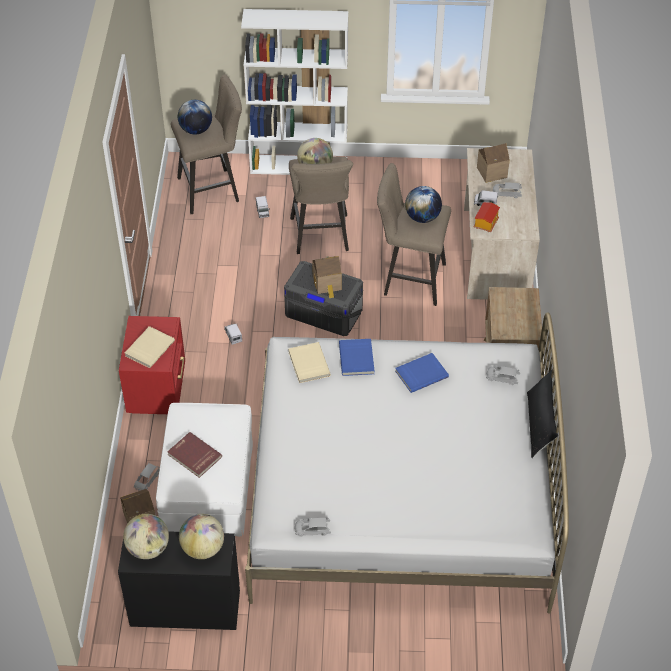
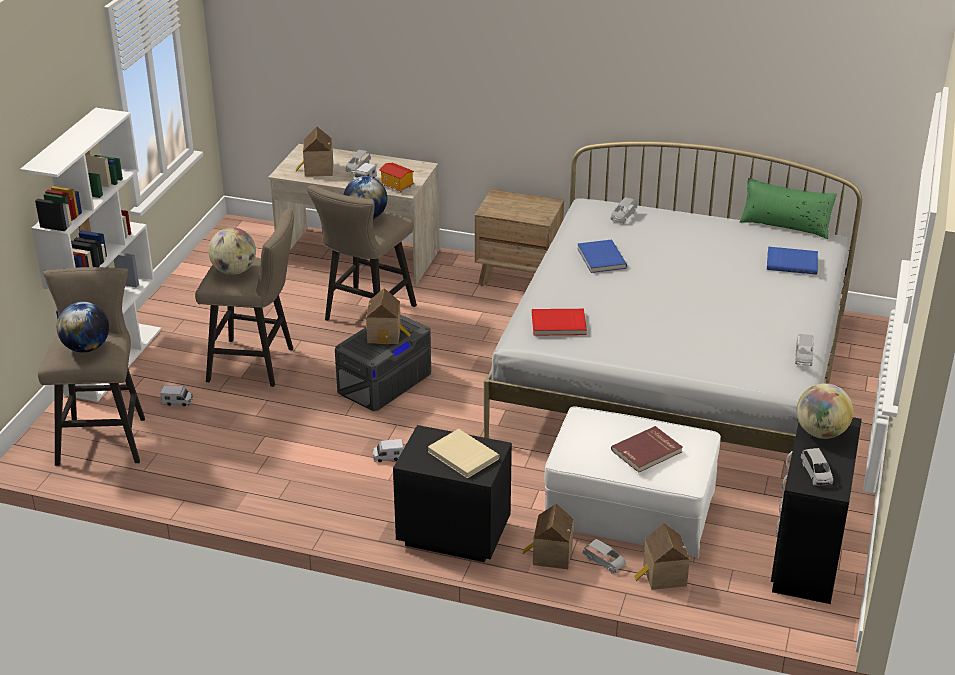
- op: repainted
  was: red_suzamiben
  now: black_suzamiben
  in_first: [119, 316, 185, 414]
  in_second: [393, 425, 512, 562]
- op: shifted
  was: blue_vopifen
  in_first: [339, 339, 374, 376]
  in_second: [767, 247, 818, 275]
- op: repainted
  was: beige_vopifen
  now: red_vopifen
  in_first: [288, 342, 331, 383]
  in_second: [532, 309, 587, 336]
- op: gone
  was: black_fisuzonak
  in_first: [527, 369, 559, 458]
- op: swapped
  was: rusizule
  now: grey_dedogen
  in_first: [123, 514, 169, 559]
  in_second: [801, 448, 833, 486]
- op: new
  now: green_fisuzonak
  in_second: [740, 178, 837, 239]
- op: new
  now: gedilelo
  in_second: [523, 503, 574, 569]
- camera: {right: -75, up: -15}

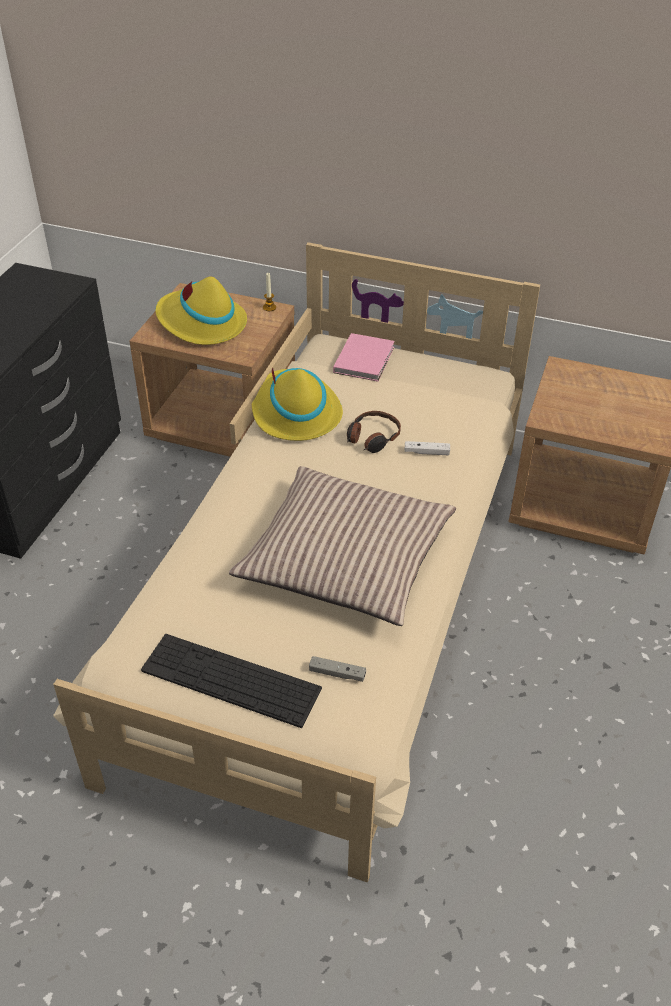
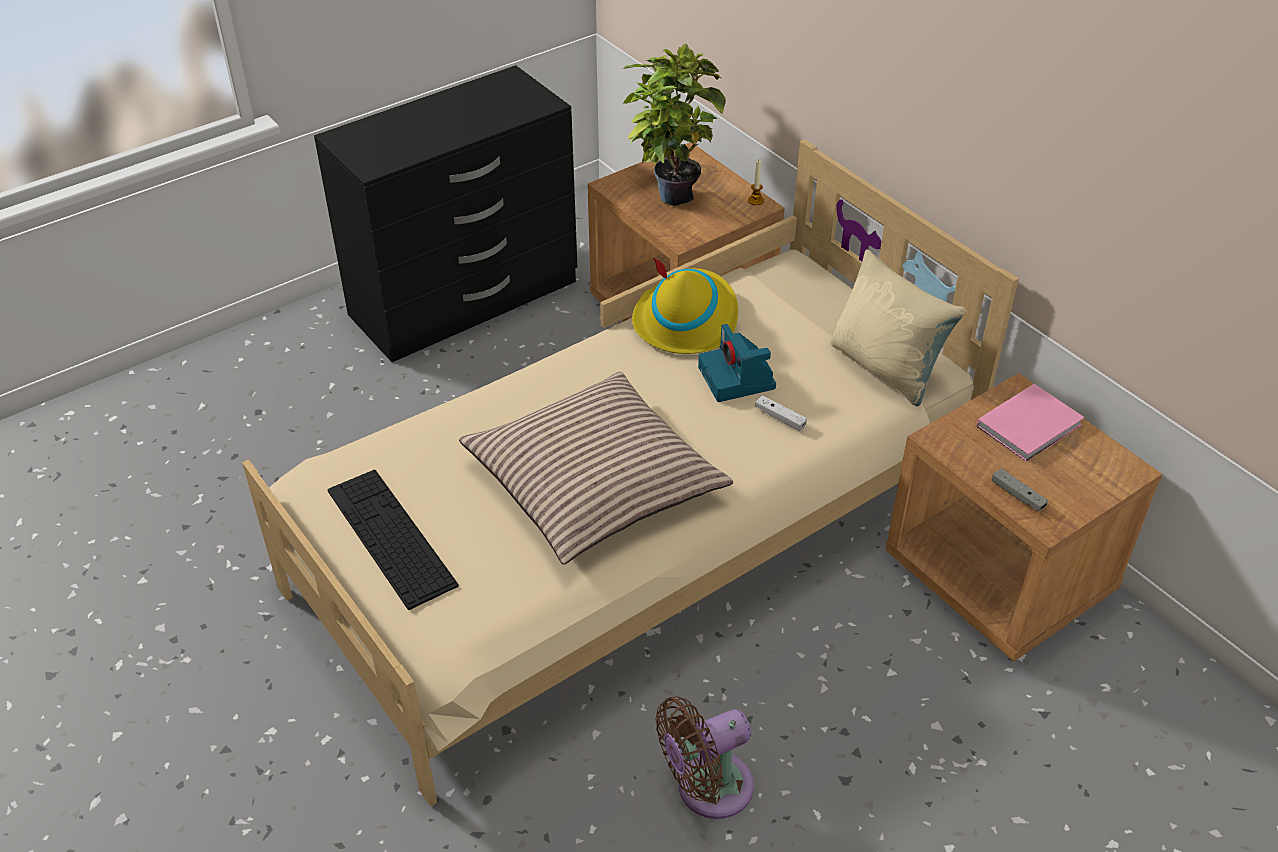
- op: swapped
  was: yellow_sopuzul
  now: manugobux
  in_first: [156, 277, 247, 345]
  in_second: [623, 43, 726, 206]
- op: shifted
  was: pink_vopifen
  in_first: [333, 333, 395, 382]
  in_second: [977, 384, 1084, 462]
- op: swapped
  was: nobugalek
  now: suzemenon
  in_first: [347, 411, 401, 453]
  in_second: [698, 324, 776, 402]
- op: shifted
  was: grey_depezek
  in_first: [309, 656, 366, 682]
  in_second: [992, 468, 1048, 511]
- op: new
  now: beige_fisuzonak
  in_second: [830, 249, 966, 406]
- op: new
  now: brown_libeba
  in_second: [656, 696, 754, 819]
- camera: {right: 35, up: 0}

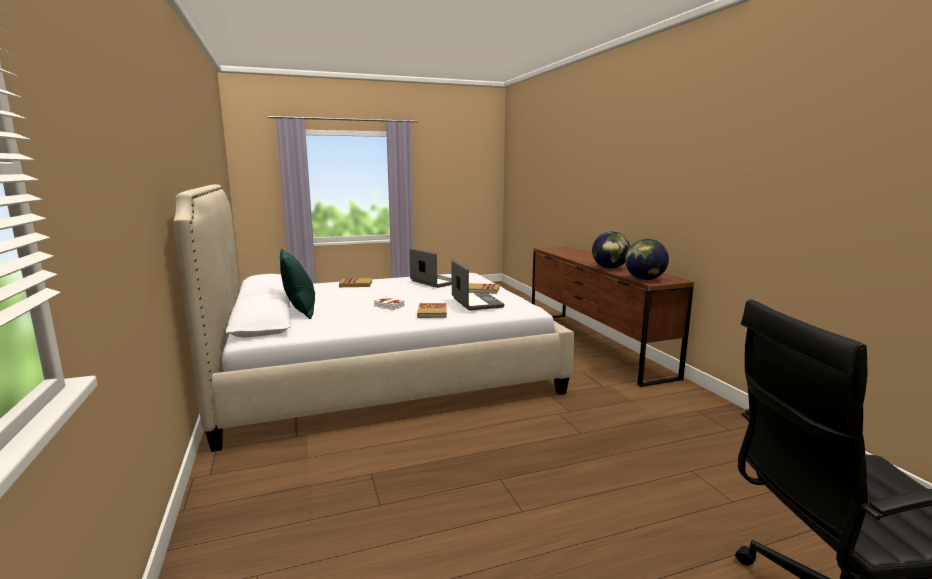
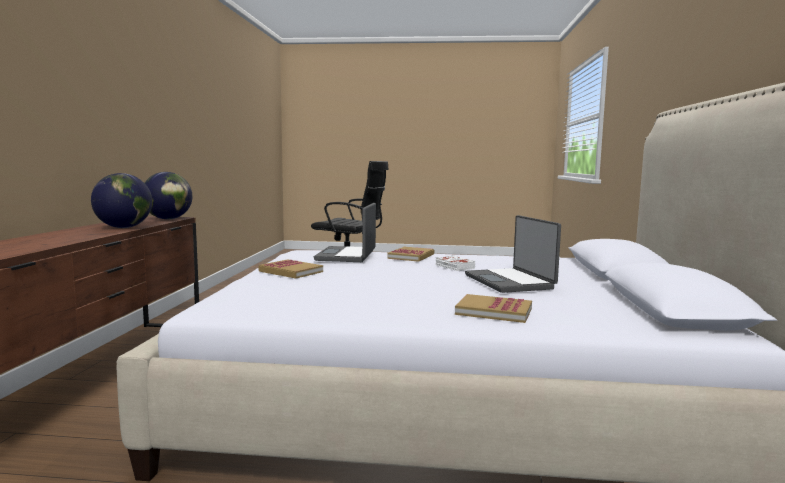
- op: shifted
  was: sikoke
  in_first: [409, 248, 452, 288]
  in_second: [465, 215, 561, 293]
- op: gone
  was: green_fisuzonak
  in_first: [280, 249, 315, 319]
- camera: {right: -155, up: -5}

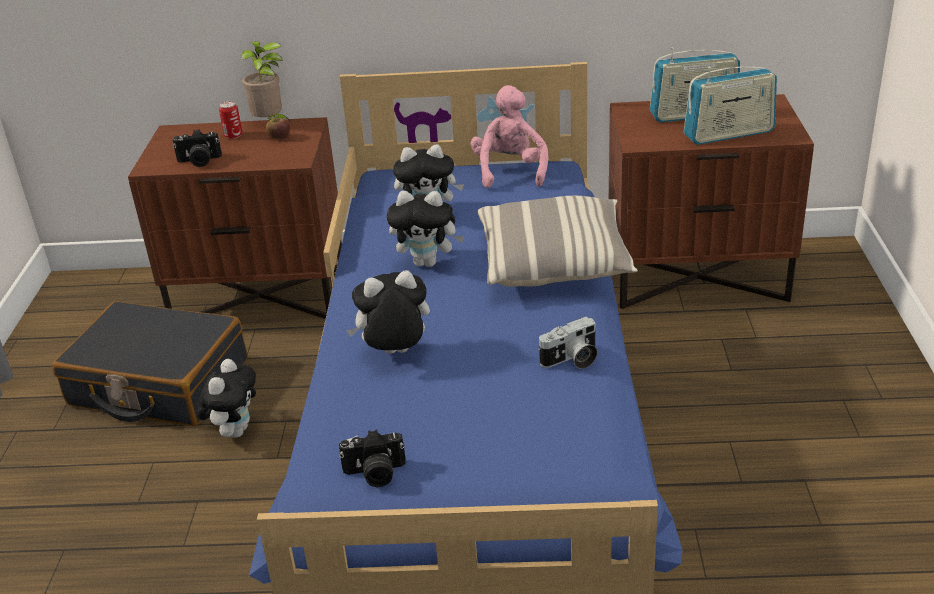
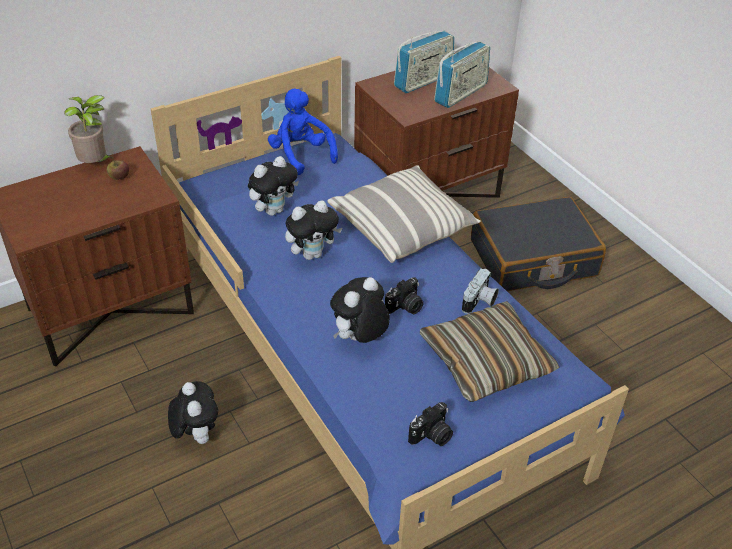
- op: repainted
  was: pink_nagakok
  now: blue_nagakok
  in_first: [471, 85, 548, 188]
  in_second: [268, 88, 338, 175]
- op: gone
  was: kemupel
  in_first: [219, 101, 242, 139]
- op: shifted
  was: suzemenon
  in_first: [173, 129, 222, 167]
  in_second: [385, 278, 424, 314]
- op: shifted
  was: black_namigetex
  in_first: [52, 301, 247, 426]
  in_second: [471, 197, 606, 291]
- op: new
  now: fisuzonak
  in_second: [420, 301, 560, 402]
- camera: {right: -35, up: 10}

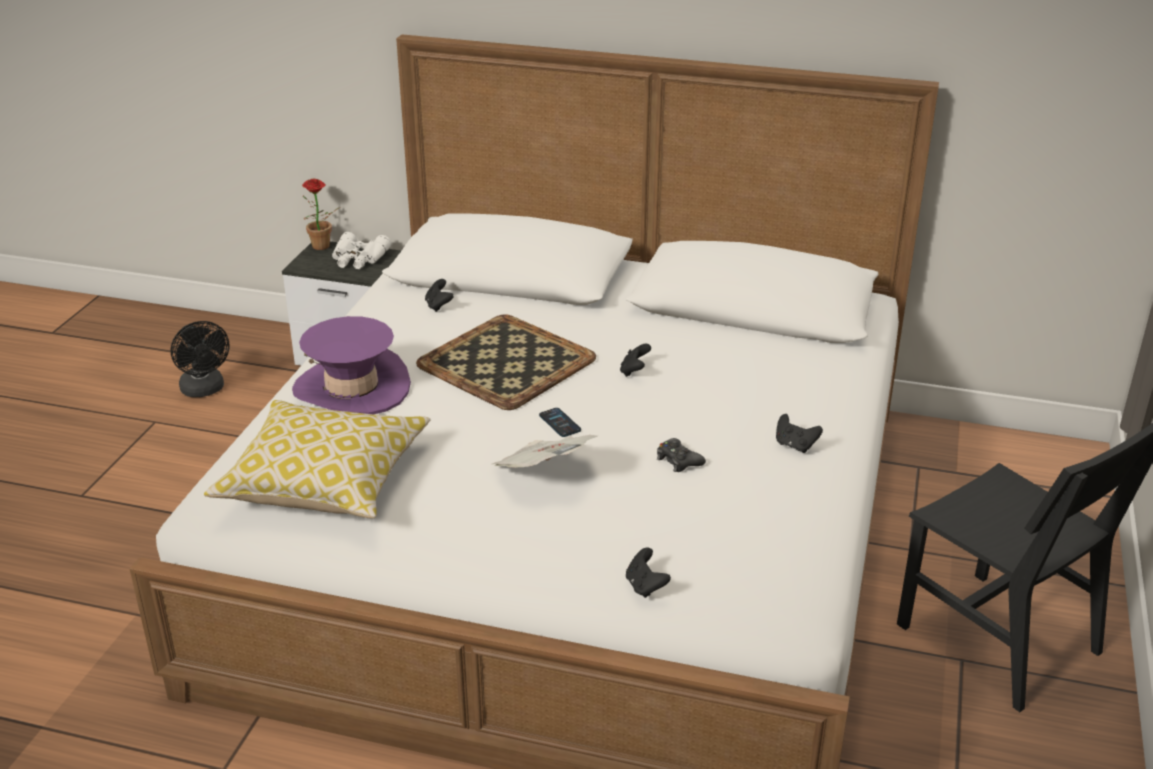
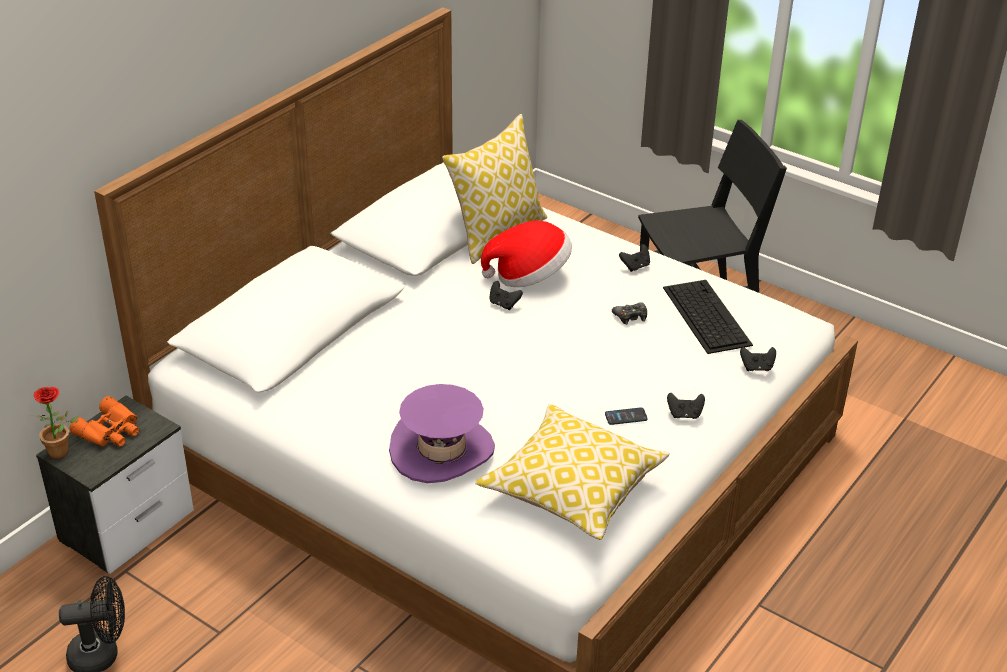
- op: repainted
  was: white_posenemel
  now: orange_posenemel
  in_first: [332, 232, 391, 269]
  in_second: [69, 396, 139, 447]
- op: shifted
  was: black_depezek
  in_first: [425, 279, 453, 312]
  in_second: [667, 393, 705, 419]
- op: gone
  was: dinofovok
  in_first: [416, 314, 596, 410]
- op: shifted
  was: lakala
  in_first: [539, 408, 581, 437]
  in_second: [605, 407, 648, 425]
- op: gone
  was: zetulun
  in_first: [493, 435, 598, 468]
- op: new
  now: fisuzonak
  in_second: [442, 114, 547, 264]
- op: new
  now: sopuzul
  in_second: [481, 220, 572, 287]
- op: new
  now: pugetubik
  in_second: [663, 280, 753, 354]
- camera: {right: -70, up: 5}

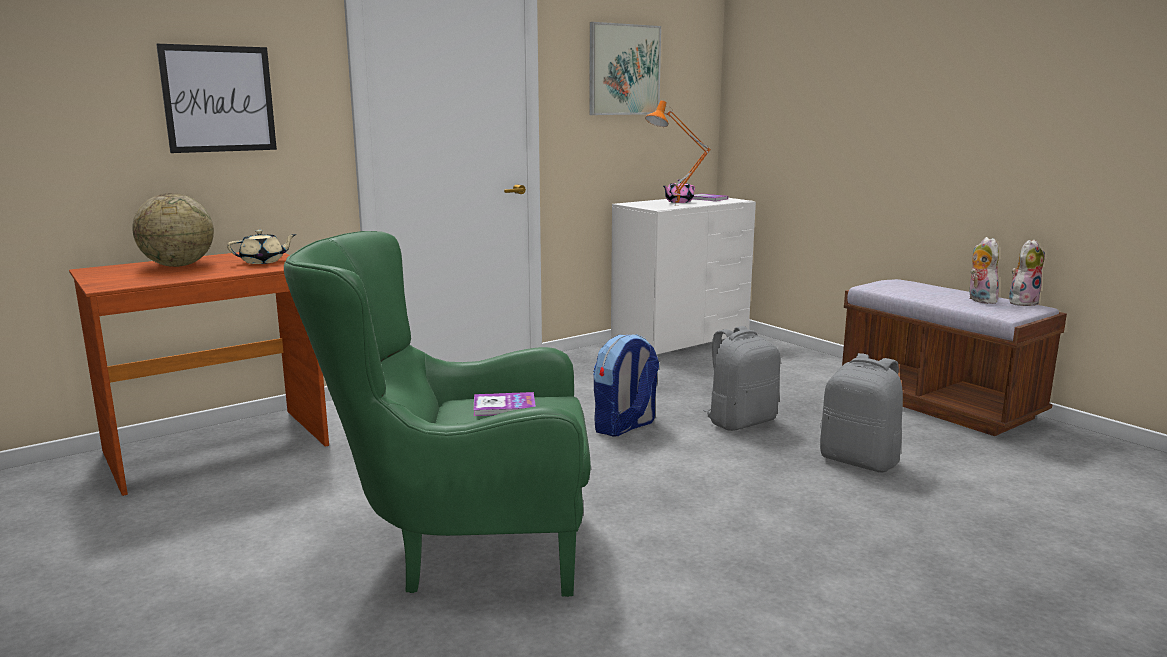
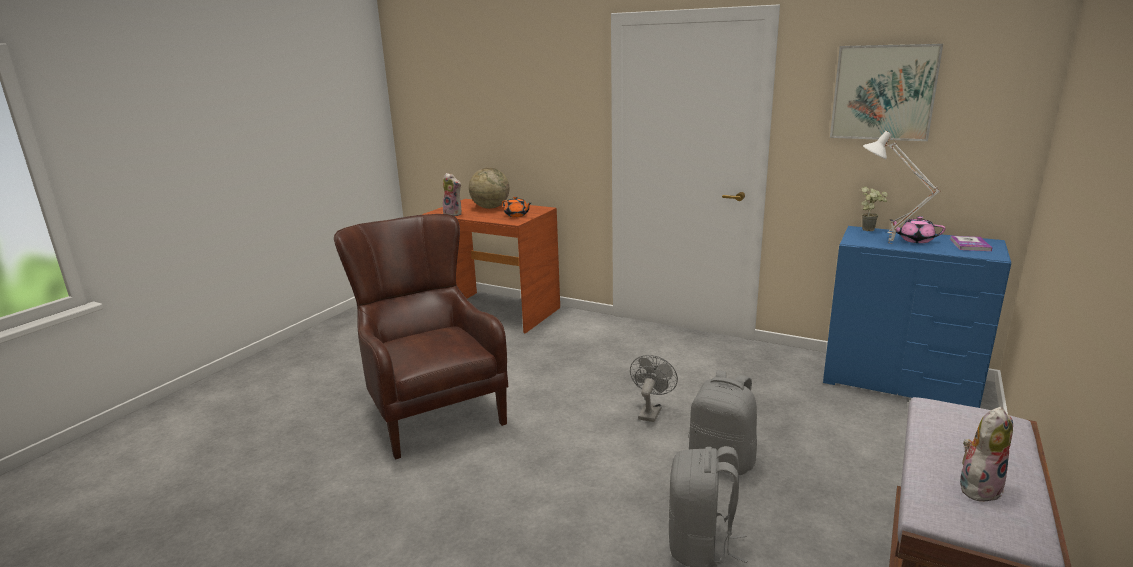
- op: gone
  was: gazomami
  in_first: [156, 44, 277, 153]
- op: repainted
  was: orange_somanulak
  now: white_somanulak
  in_first: [645, 100, 711, 206]
  in_second: [863, 131, 940, 244]
- op: repainted
  was: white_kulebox
  now: blue_kulebox
  in_first: [611, 198, 756, 357]
  in_second: [823, 226, 1011, 408]
- op: repainted
  was: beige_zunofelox
  now: orange_zunofelox
  in_first: [227, 230, 296, 264]
  in_second: [502, 196, 531, 217]
- op: repainted
  was: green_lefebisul
  now: brown_lefebisul
  in_first: [284, 231, 591, 597]
  in_second: [334, 214, 508, 460]
- op: shifted
  was: nagakok
  in_first: [1009, 240, 1045, 306]
  in_second: [443, 173, 462, 216]
- op: swapped
  was: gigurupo
  now: grey_libeba
  in_first: [593, 334, 659, 436]
  in_second: [630, 355, 678, 422]
- op: gone
  was: vopifen
  in_first: [474, 392, 536, 416]
- op: new
  now: manugobux
  in_second: [861, 187, 888, 231]
- camera: {right: 65, up: 5}

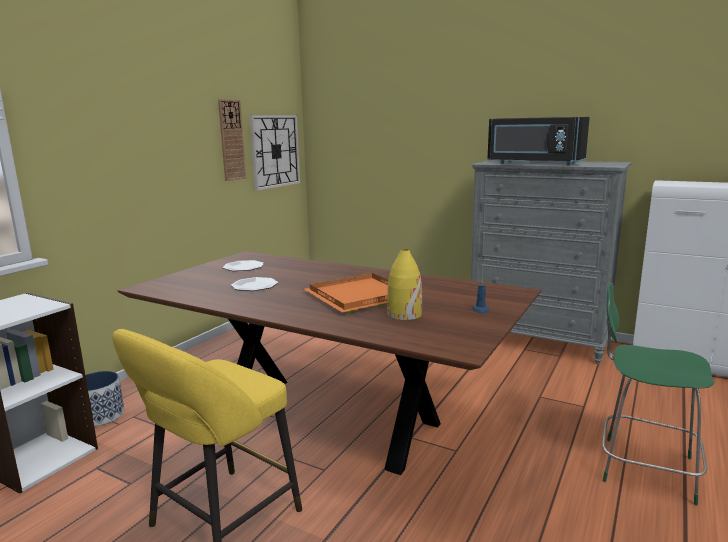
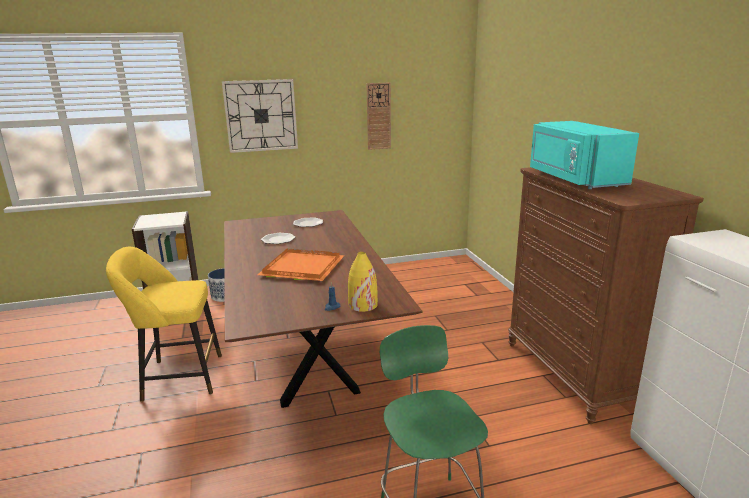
- op: shifted
  was: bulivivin
  in_first: [249, 115, 300, 191]
  in_second: [222, 79, 298, 153]
- op: repainted
  was: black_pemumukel
  now: turquoise_pemumukel
  in_first: [487, 117, 590, 165]
  in_second: [530, 121, 639, 189]
- op: repainted
  was: grey_kulebox
  now: brown_kulebox
  in_first: [471, 160, 631, 364]
  in_second: [508, 167, 704, 424]
- op: shifted
  was: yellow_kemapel
  in_first: [387, 249, 422, 320]
  in_second: [348, 252, 378, 312]
- camera: {right: 45, up: 5}

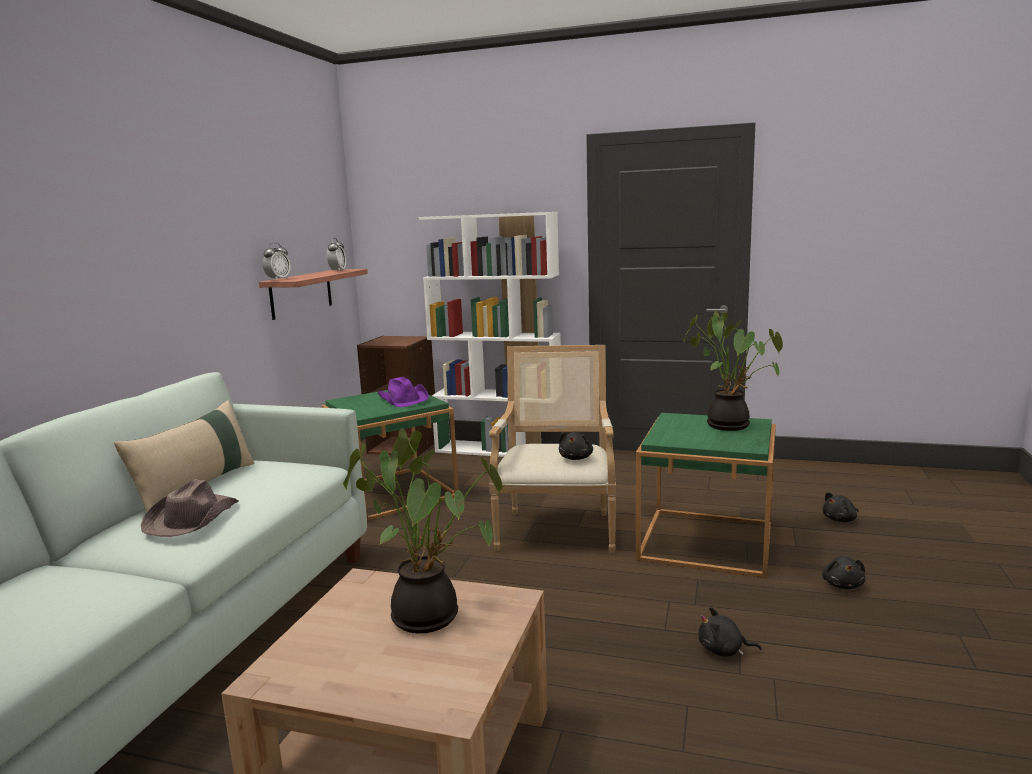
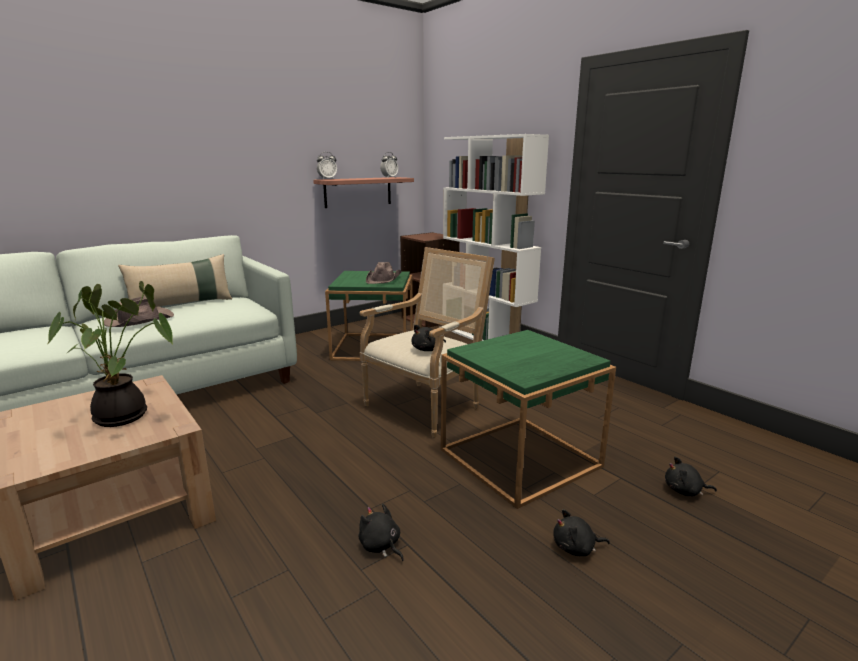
- op: gone
  was: manugobux
  in_first: [683, 311, 783, 431]
- op: repainted
  was: purple_sopuzul
  now: brown_sopuzul
  in_first: [378, 377, 429, 407]
  in_second: [366, 262, 401, 284]
- op: rotated
  was: black_nagakok
  in_first: [822, 556, 865, 589]
  in_second: [553, 509, 610, 556]
  clockwise: 45
- camera: {right: 35, up: 5}

